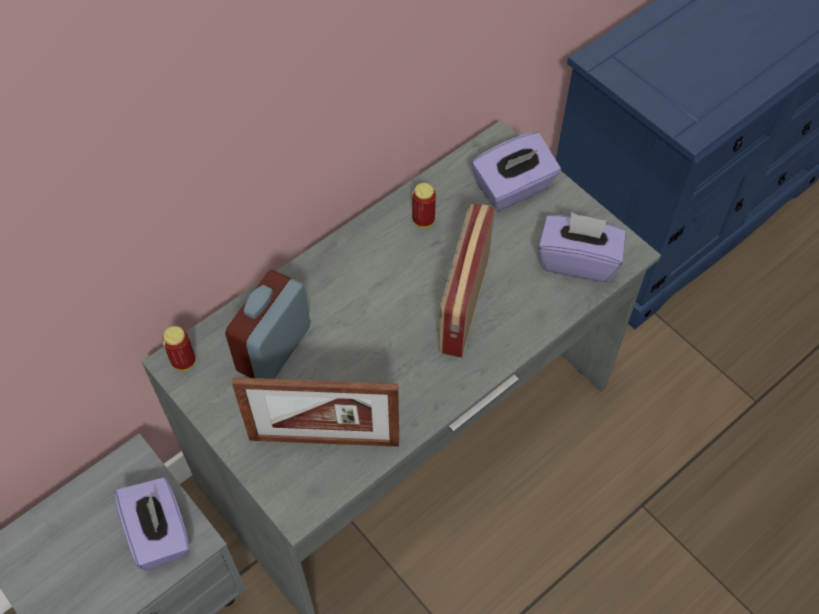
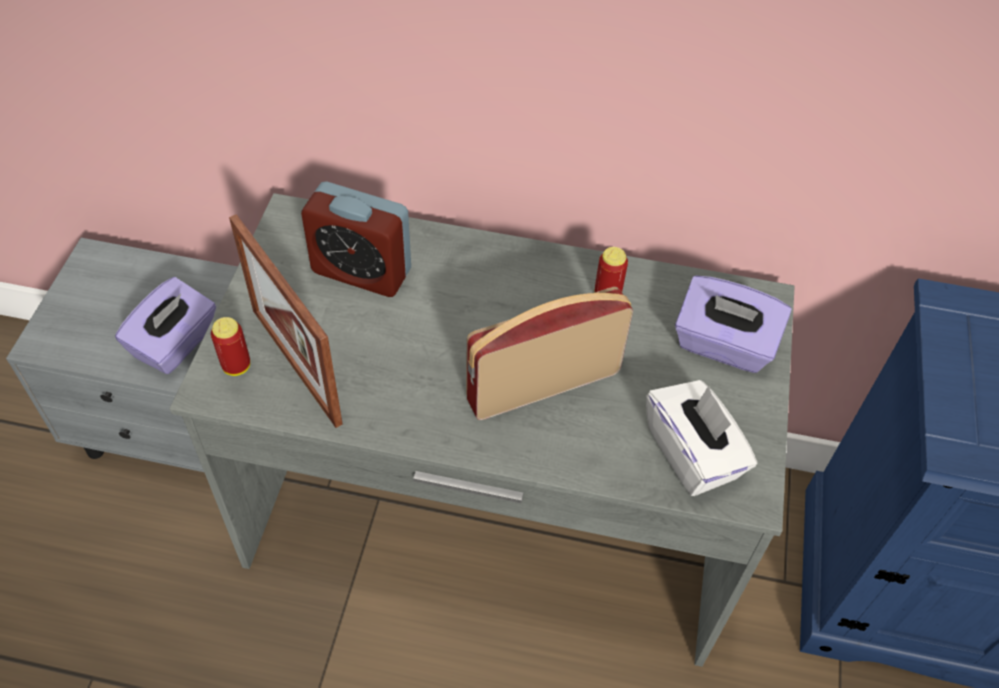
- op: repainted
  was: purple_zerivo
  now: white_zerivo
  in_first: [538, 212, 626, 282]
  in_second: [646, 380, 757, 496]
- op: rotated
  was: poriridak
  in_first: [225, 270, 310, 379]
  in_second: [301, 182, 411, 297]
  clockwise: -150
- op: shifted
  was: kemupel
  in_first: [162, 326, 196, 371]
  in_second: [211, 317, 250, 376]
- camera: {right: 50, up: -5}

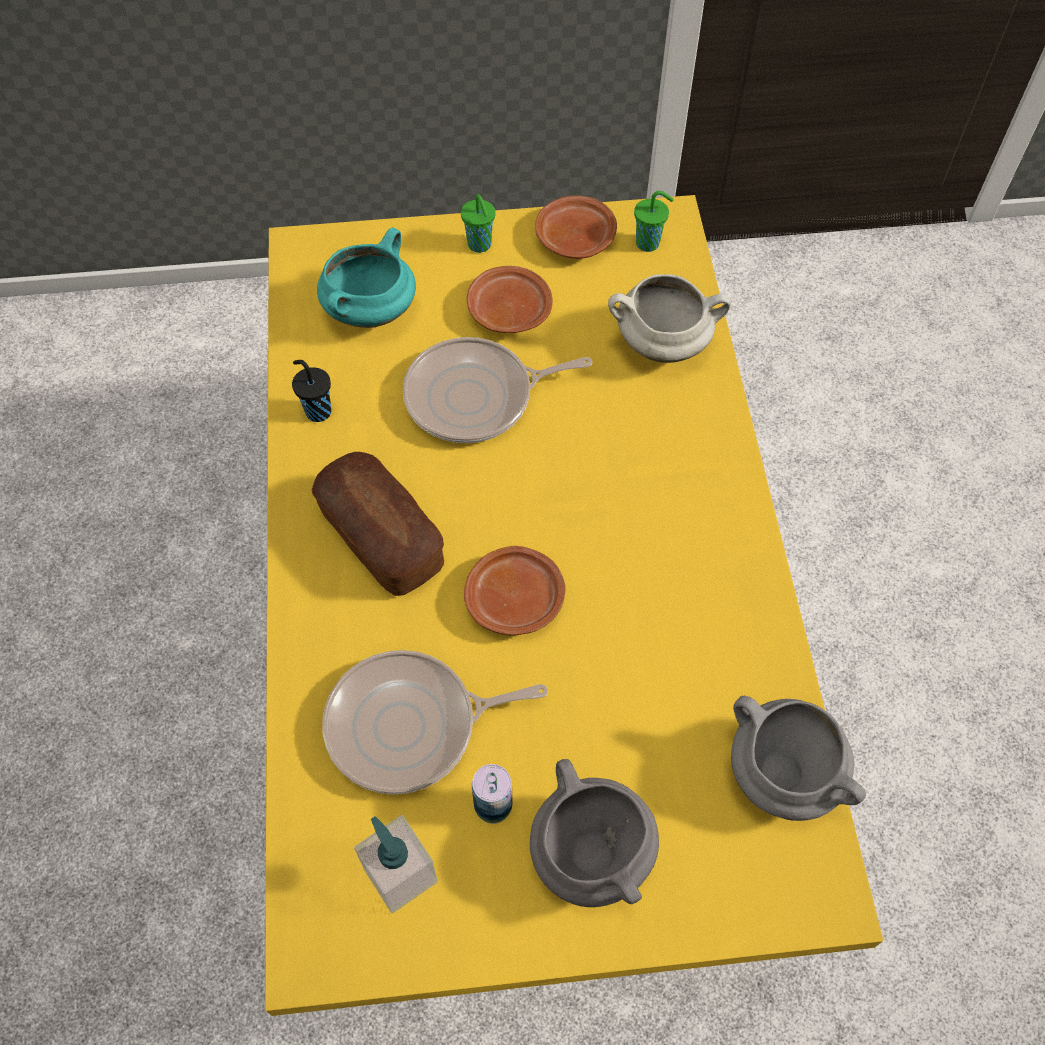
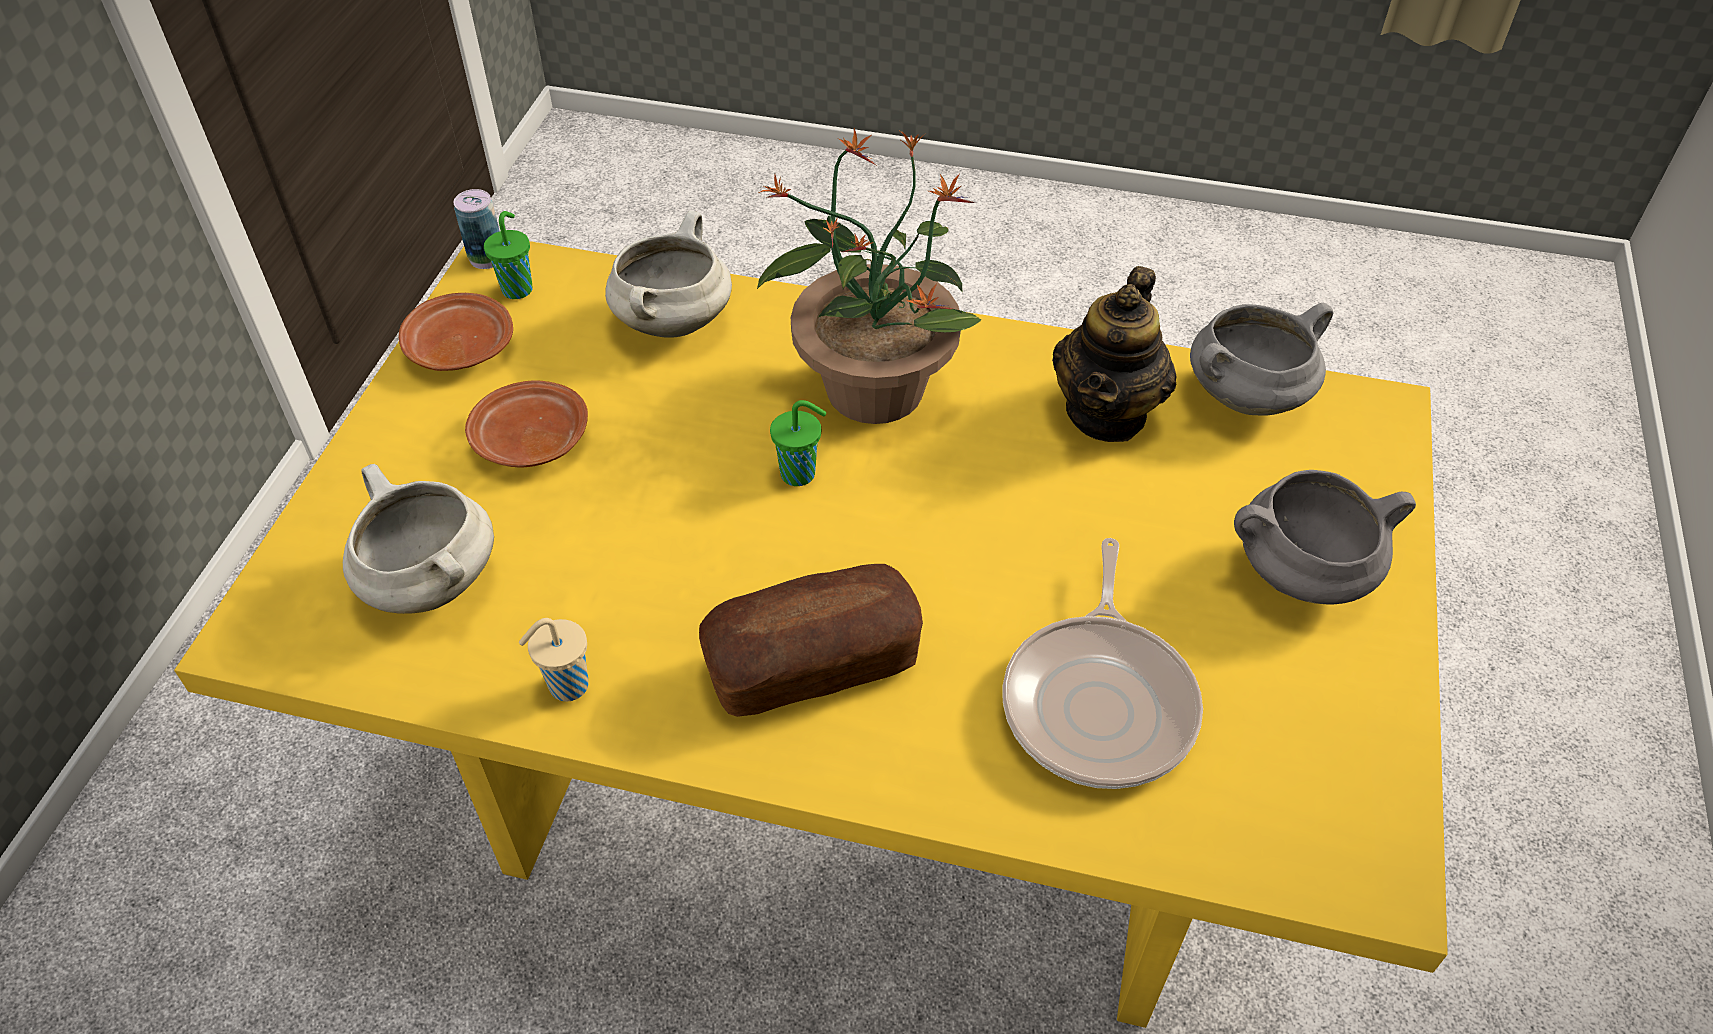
- op: shifted
  was: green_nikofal
  in_first: [461, 194, 495, 253]
  in_second: [770, 400, 826, 486]
- op: repainted
  was: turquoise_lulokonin
  now: white_lulokonin
  in_first: [317, 228, 416, 328]
  in_second: [343, 464, 494, 614]
- op: gone
  was: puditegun
  in_first: [403, 337, 592, 443]
- op: repainted
  was: black_nikofal
  now: beige_nikofal
  in_first: [292, 360, 331, 422]
  in_second: [519, 618, 589, 701]
- op: gone
  was: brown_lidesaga
  in_first: [464, 546, 565, 636]
- op: shifted
  was: kemupel
  in_first: [472, 764, 513, 824]
  in_second: [454, 189, 500, 269]
- op: gone
  was: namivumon
  in_first: [354, 815, 438, 913]
- op: new
  now: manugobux
  in_second: [757, 128, 982, 424]
- op: new
  now: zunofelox
  in_second: [1052, 266, 1177, 442]
- camera: {right: -70, up: -10}

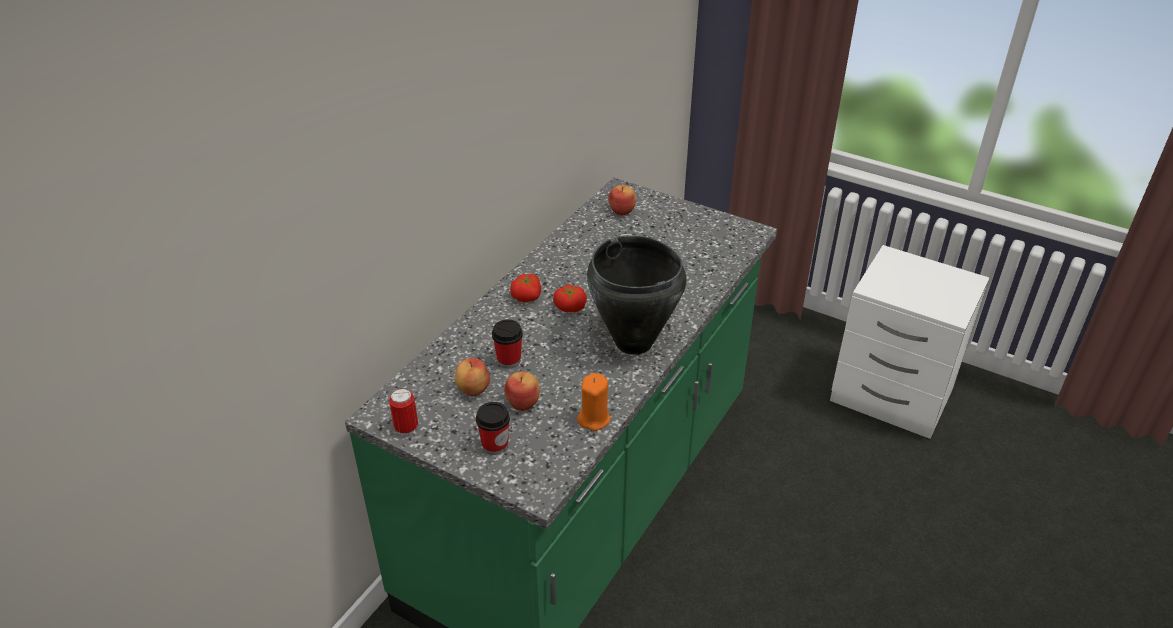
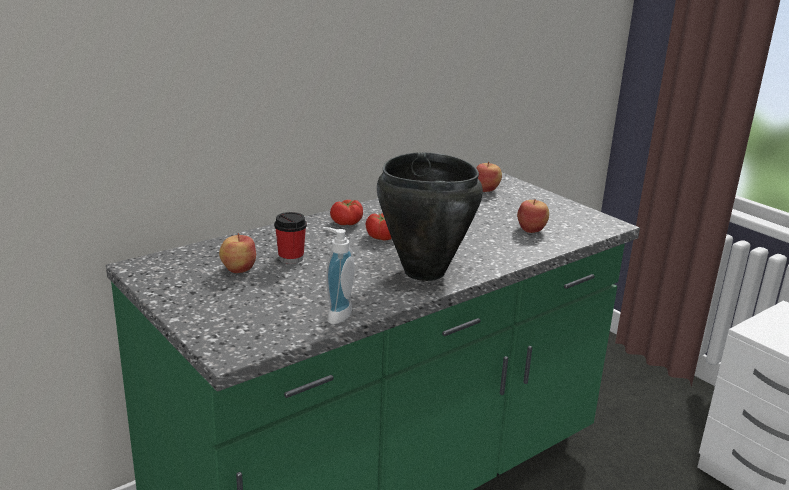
- op: shifted
  was: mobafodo
  in_first: [504, 371, 540, 411]
  in_second: [517, 199, 549, 233]
- op: swapped
  was: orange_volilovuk
  now: namivumon
  in_first: [577, 373, 611, 431]
  in_second: [323, 227, 354, 324]
- op: gone
  was: kemupel
  in_first: [389, 388, 418, 435]
- op: gone
  was: nikofal
  in_first: [476, 402, 510, 455]
- camera: {right: 20, up: -15}

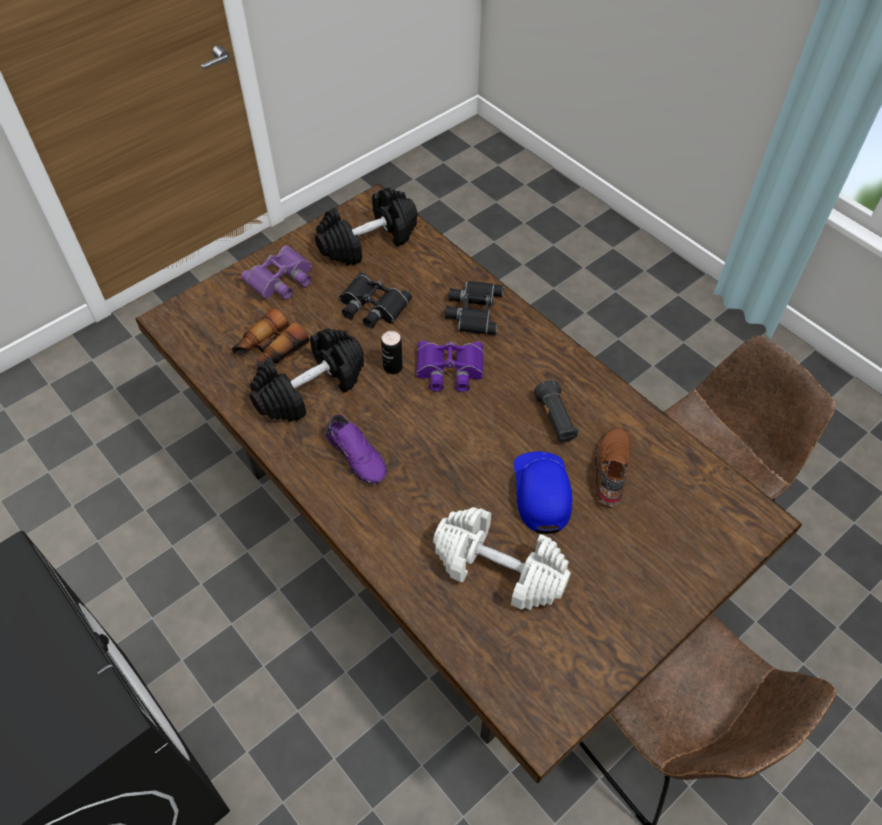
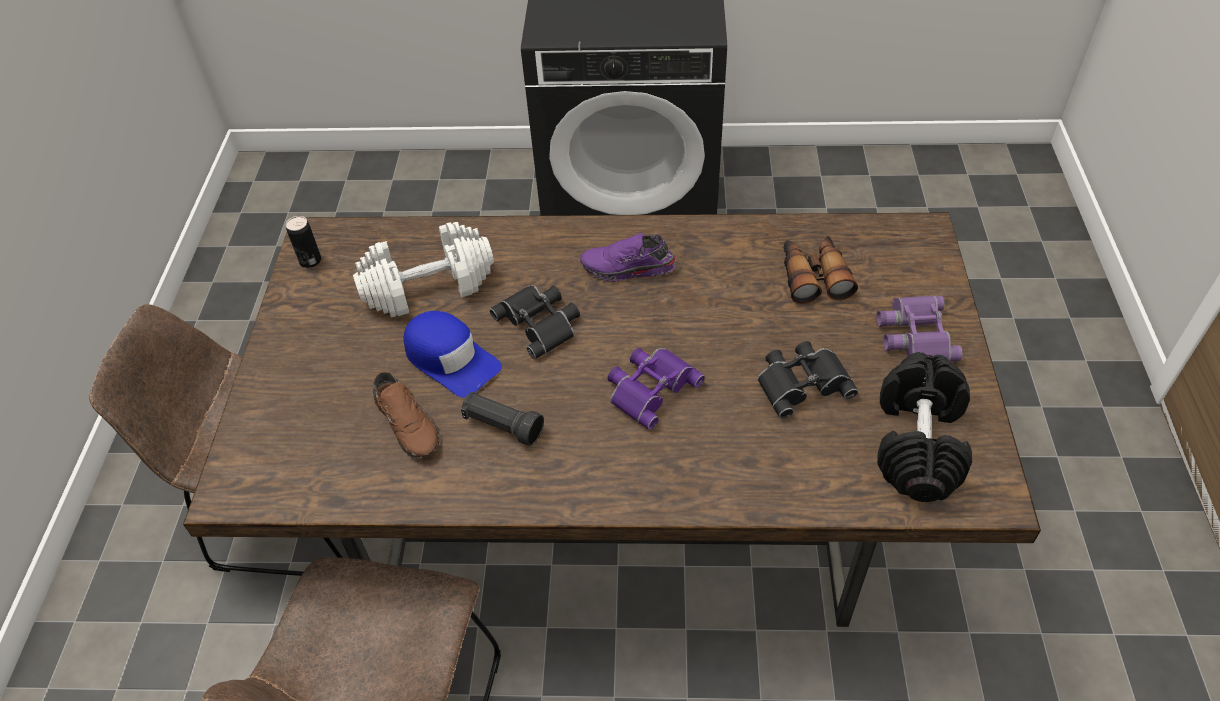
- op: shifted
  was: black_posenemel
  in_first: [445, 281, 504, 335]
  in_second: [490, 285, 580, 359]
- op: gone
  was: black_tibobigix
  in_first: [249, 328, 364, 422]
- op: shifted
  was: kemupel
  in_first: [381, 331, 403, 374]
  in_second: [286, 216, 321, 268]
- camera: {right: 135, up: -5}

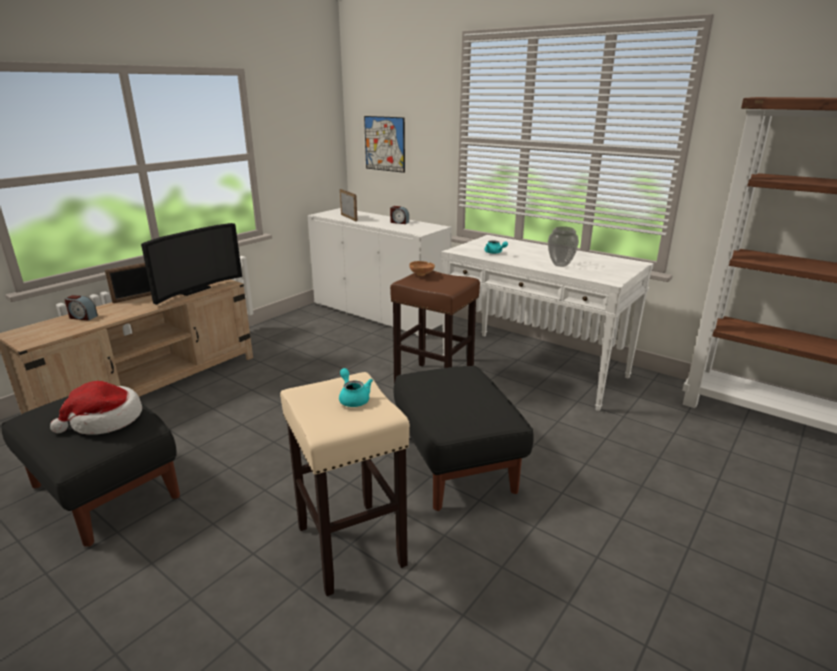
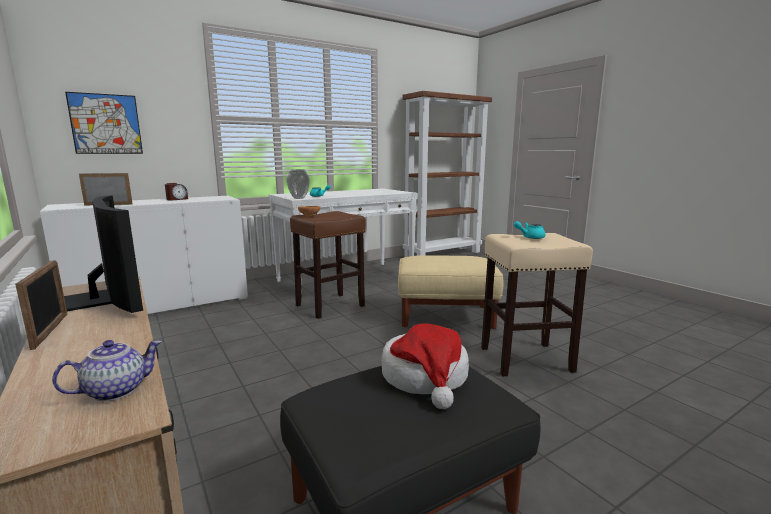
- op: shifted
  was: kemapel
  in_first: [548, 226, 579, 267]
  in_second: [287, 169, 310, 199]
- op: gone
  was: poriridak
  in_first: [64, 295, 98, 321]
- op: repainted
  was: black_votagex
  now: beige_votagex
  in_first: [394, 366, 534, 511]
  in_second: [398, 255, 504, 329]
- op: new
  now: zunofelox
  in_second: [52, 340, 162, 401]
- camera: {right: -70, up: -10}

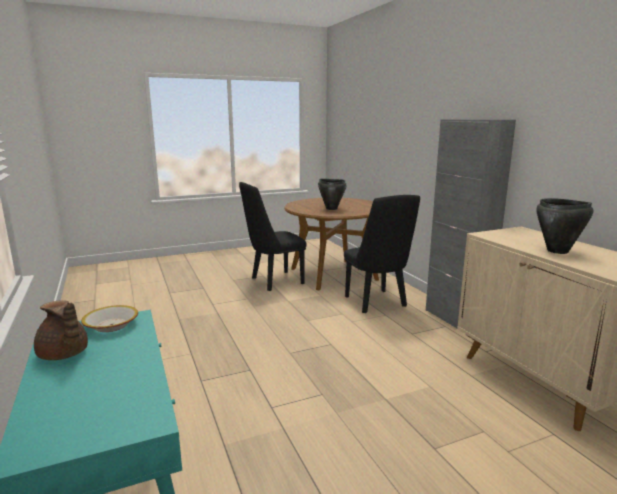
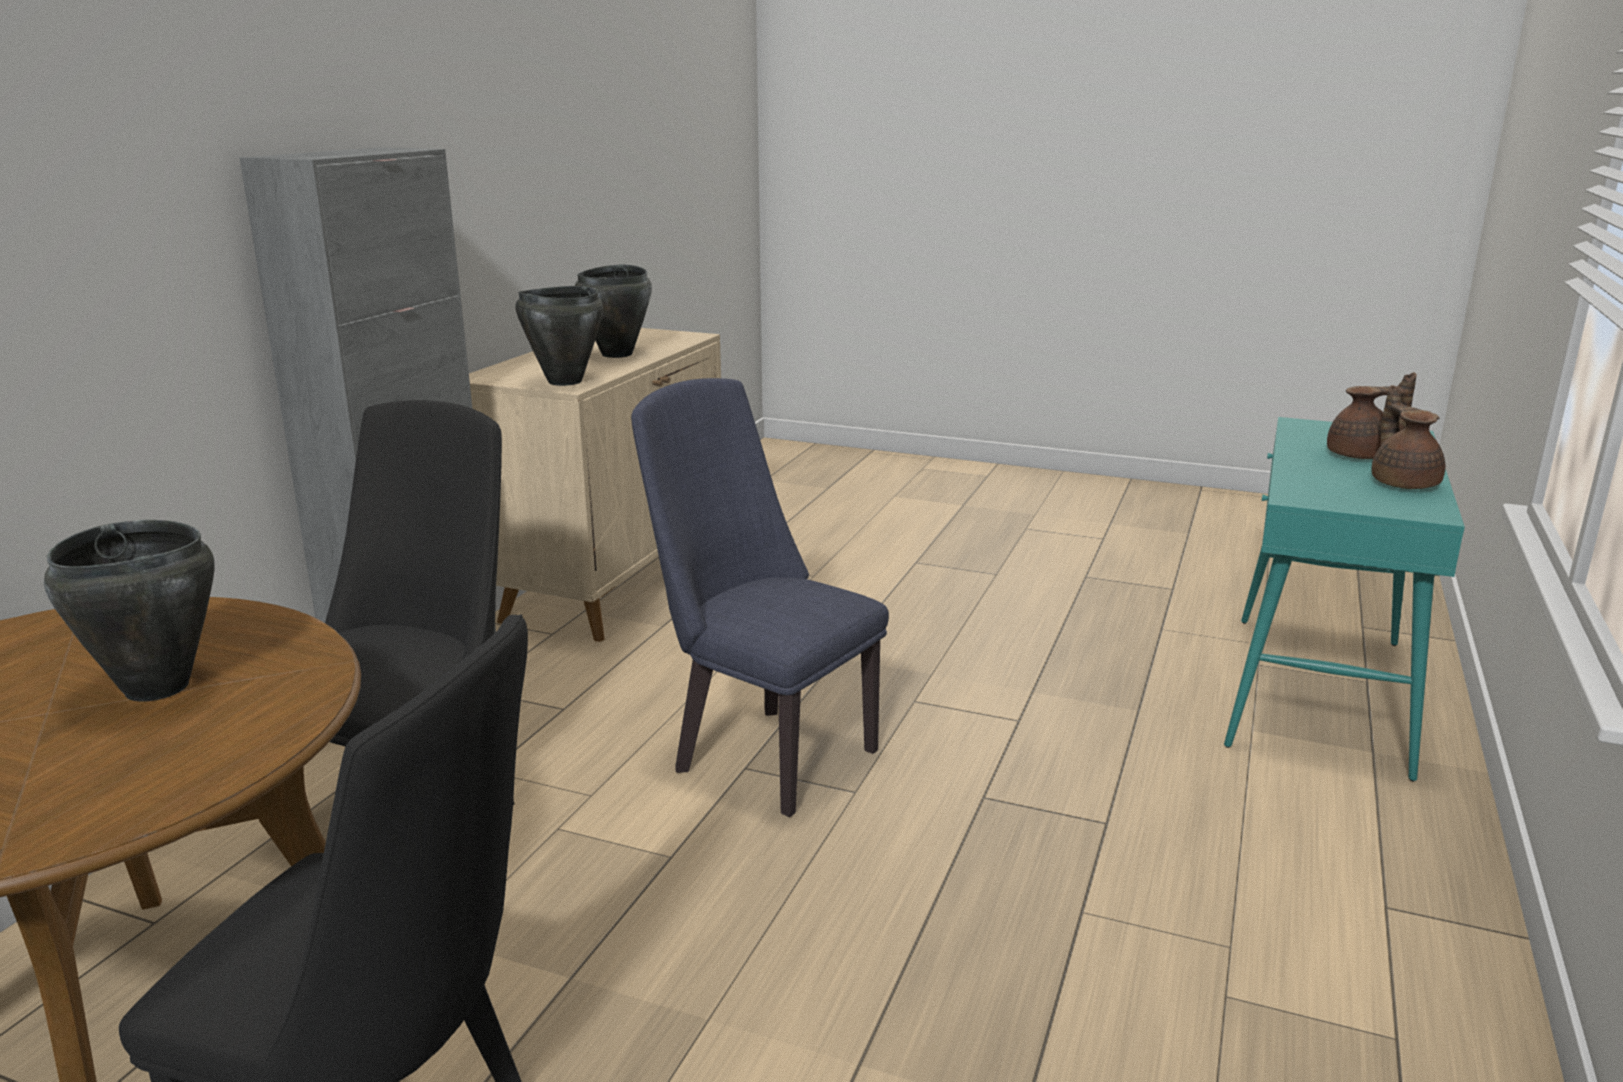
- op: gone
  was: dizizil
  in_first: [81, 305, 138, 332]
- op: new
  now: black_lulokonin
  in_second: [515, 286, 603, 386]
- op: new
  now: brown_zunofelox
  in_second: [1327, 372, 1417, 459]
- op: new
  now: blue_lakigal
  in_second: [631, 378, 889, 817]
- camera: {right: -135, up: 5}

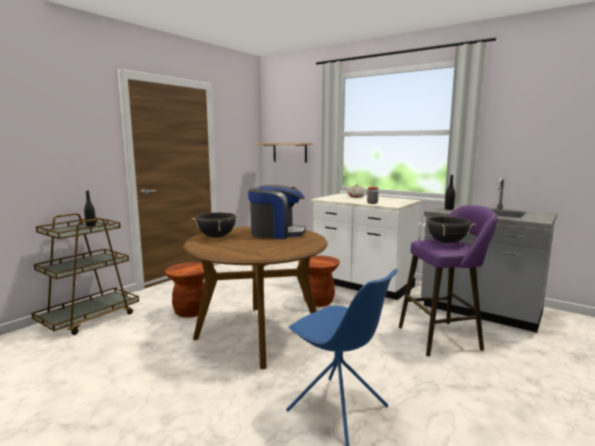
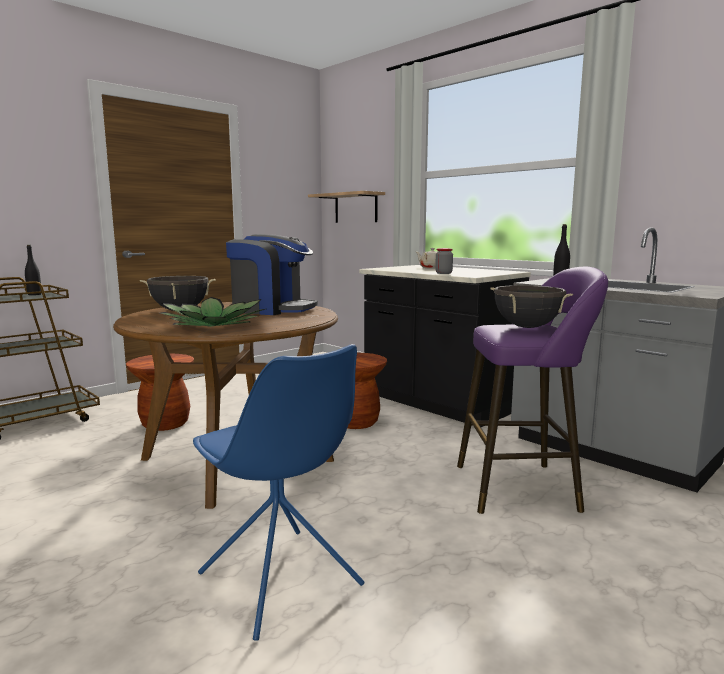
- op: repainted
  was: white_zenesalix
  now: black_zenesalix
  in_first: [311, 193, 421, 300]
  in_second: [359, 265, 531, 427]
- op: new
  now: manugobux
  in_second: [160, 297, 265, 327]
- camera: {right: 10, up: 0}

